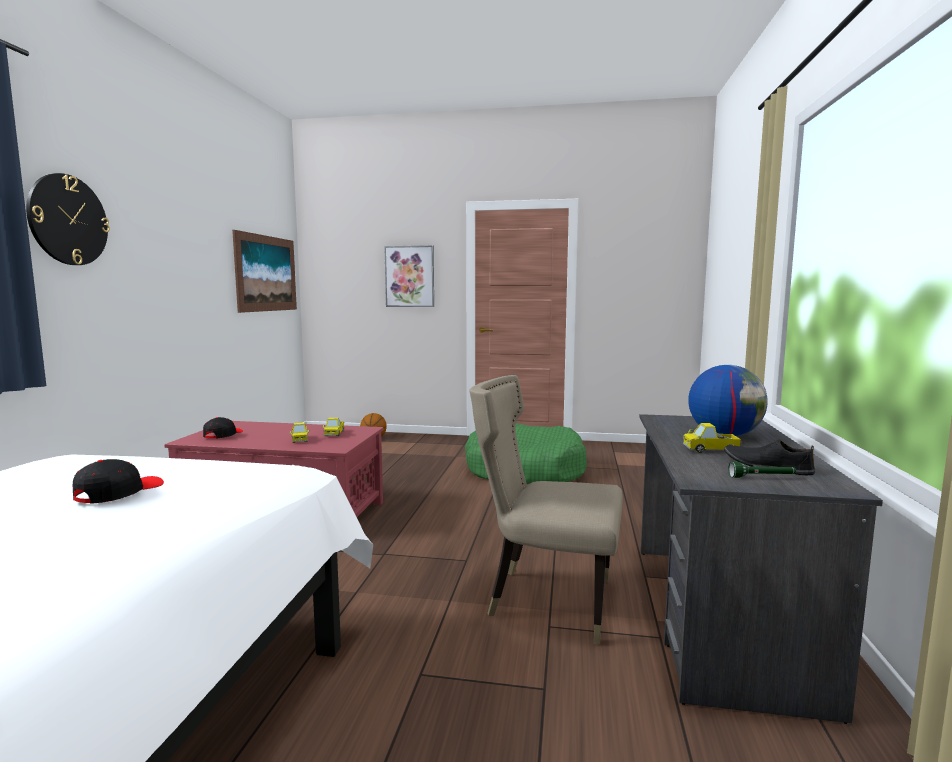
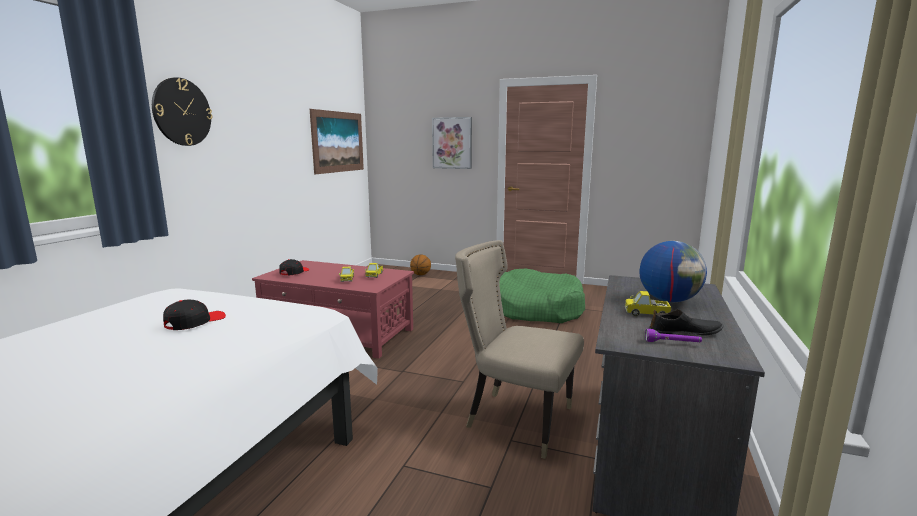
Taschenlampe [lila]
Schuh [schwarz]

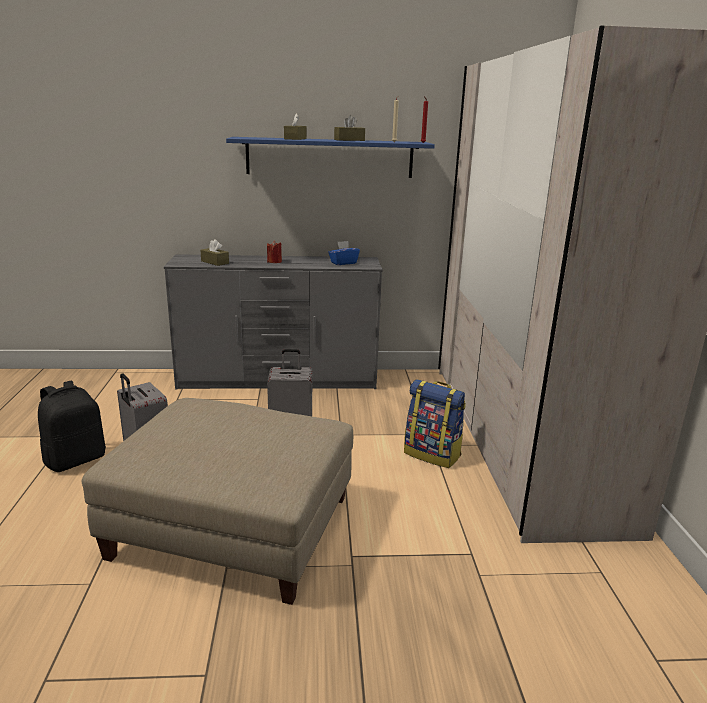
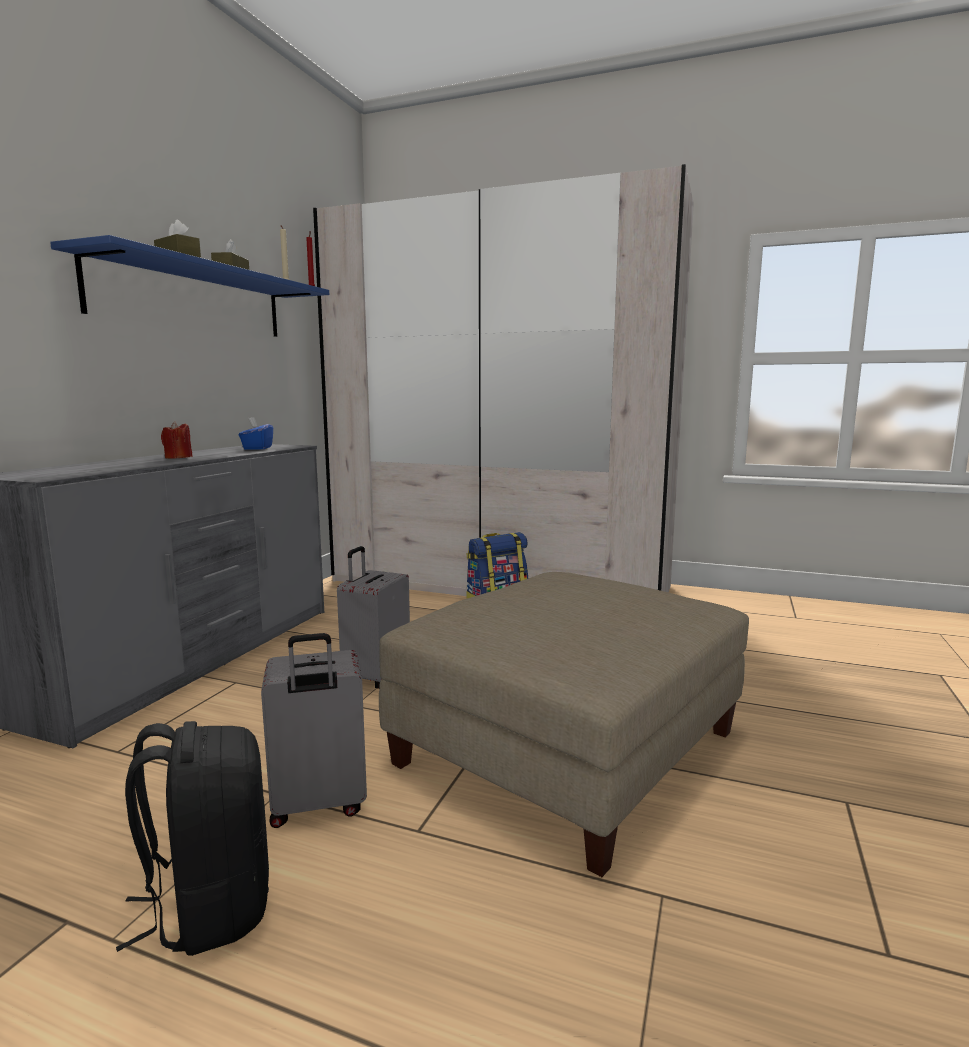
Taschentuchbox [braun] (no. 1 from left in the first image)

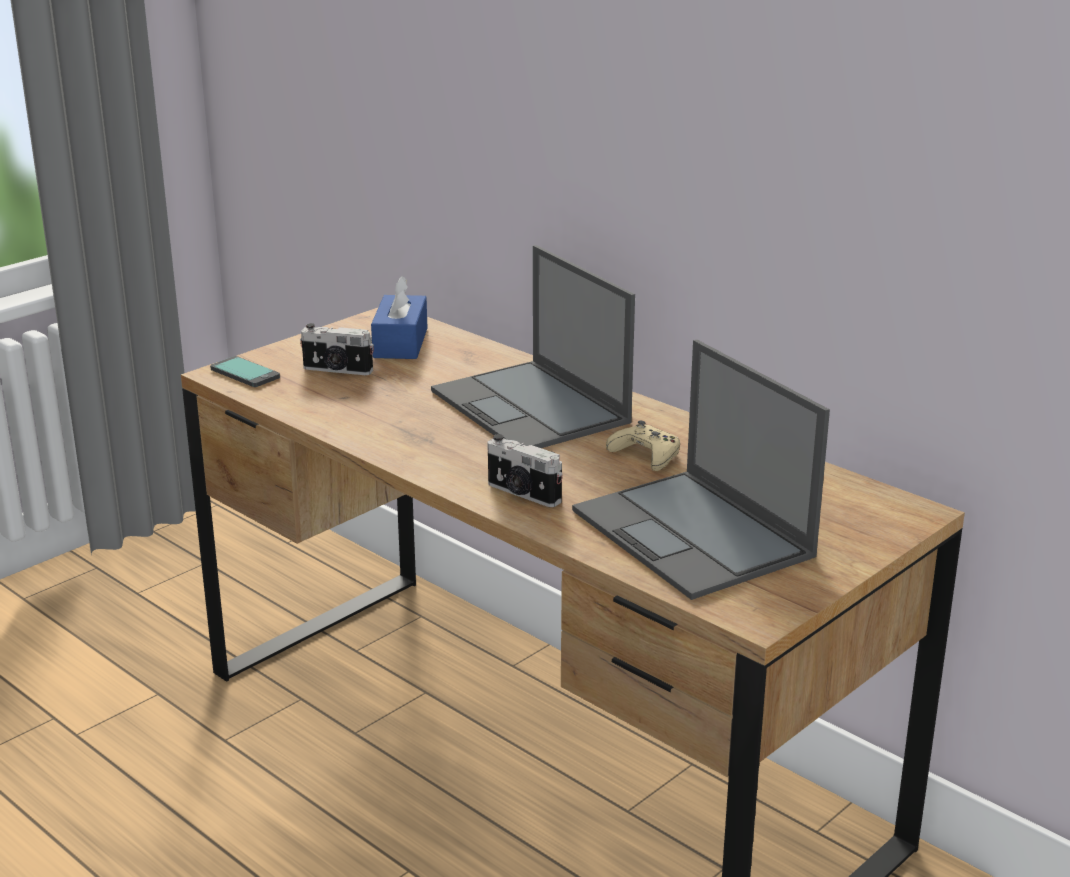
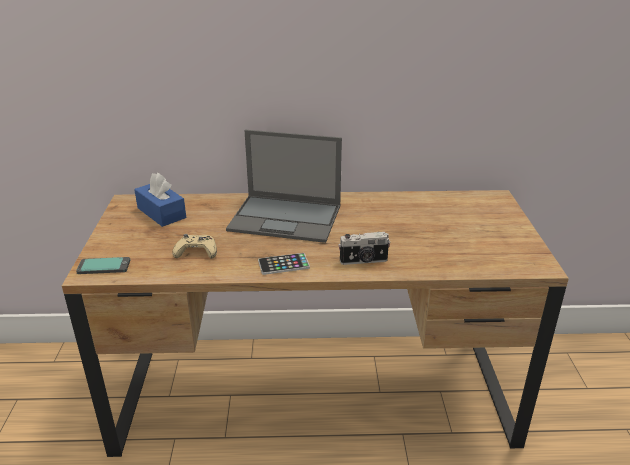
Gamepad [beige]
Handy (no. 2 from left)
Kamera (no. 1 from left in the first image)
Laptop (no. 2 from left in the first image)

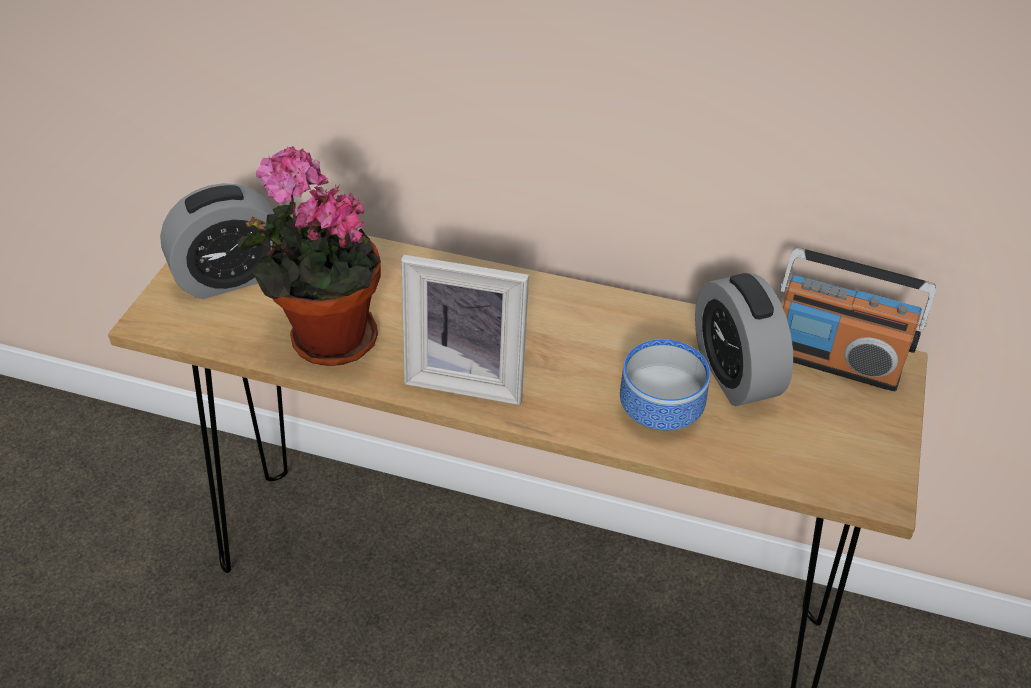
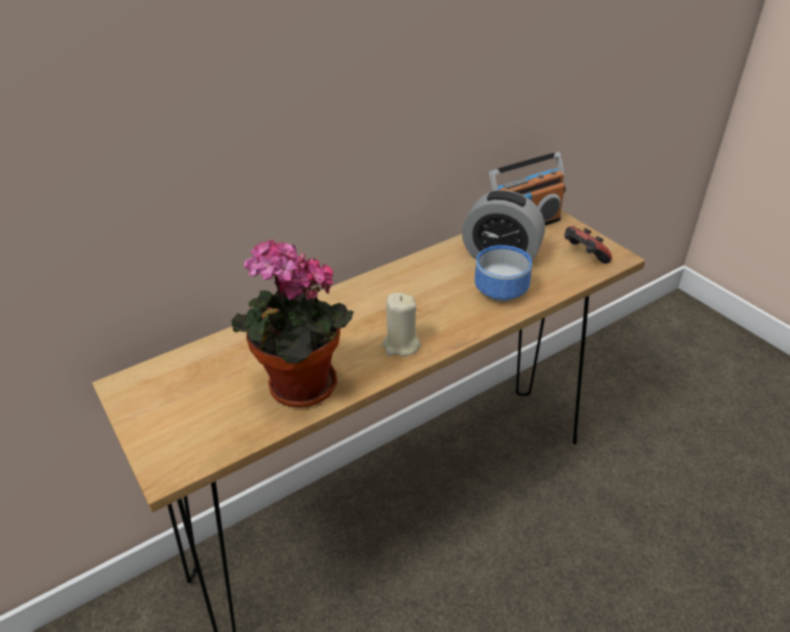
Kerze [beige]
Gamepad
Wecker (no. 1 from left in the first image)

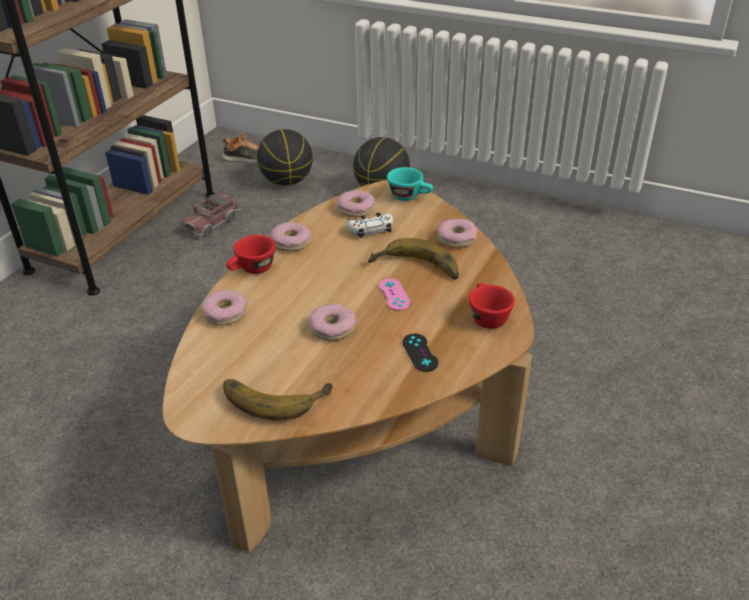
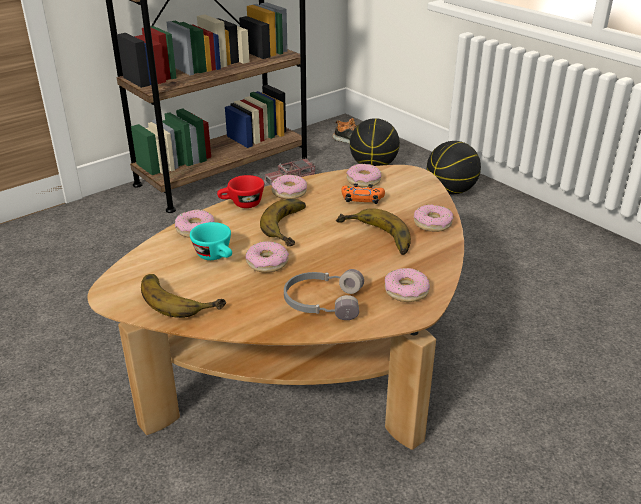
Tasse [türkis]
Banane (no. 2 from left)
Kopfhörer [grau]
Gamepad [orange]
Donut (no. 5 from left)
Gamepad [rosa]

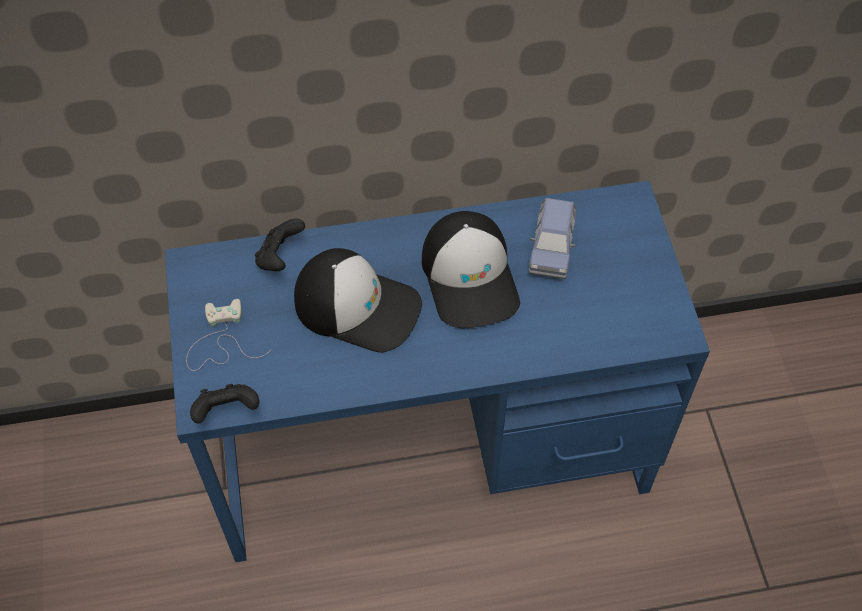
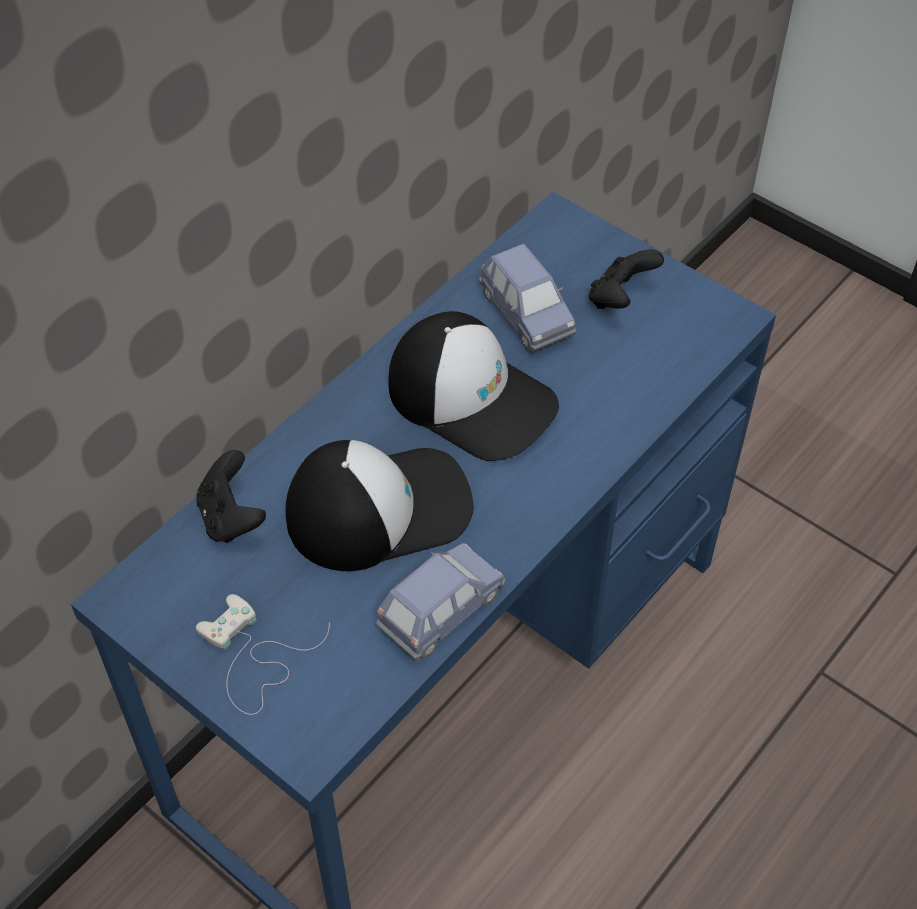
Spielzeugauto [blau] (no. 1 from left)
Gamepad [schwarz] (no. 2 from left)

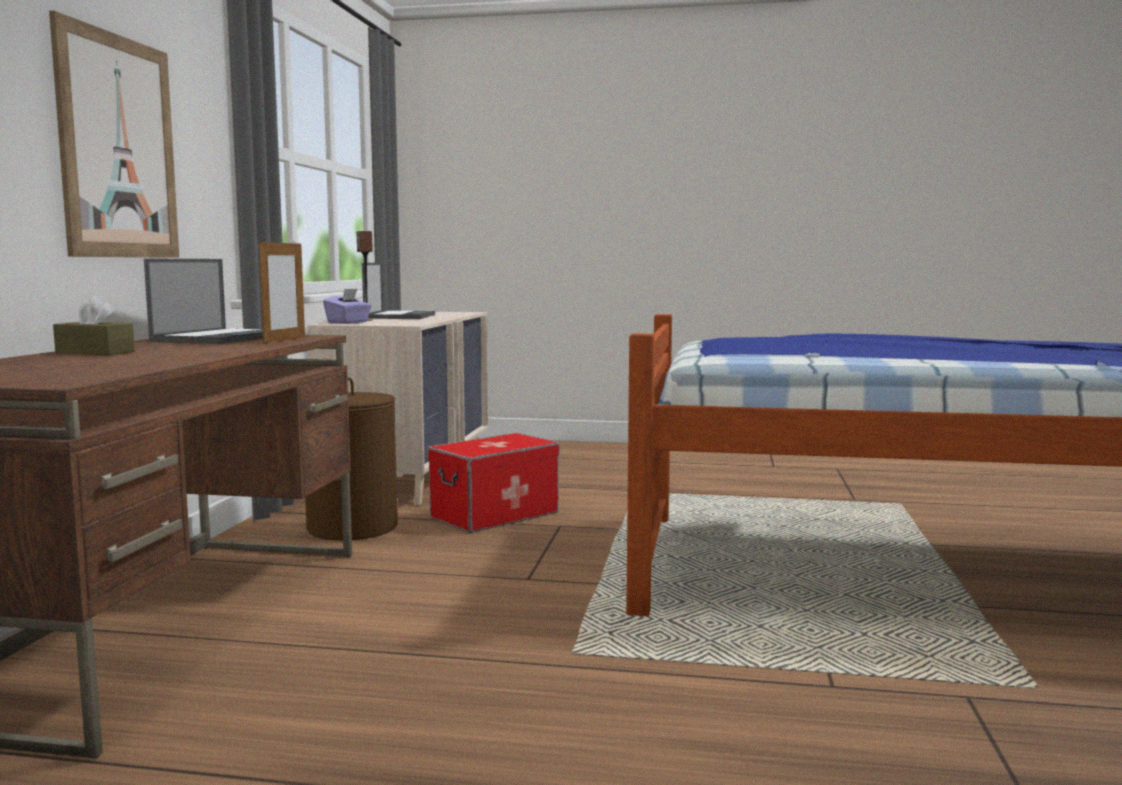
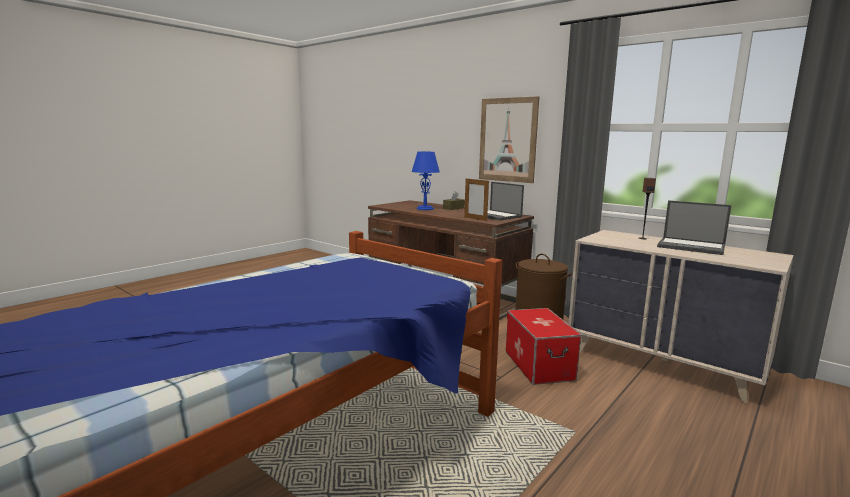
Tischlampe [blau]
Taschentuchbox [lila]

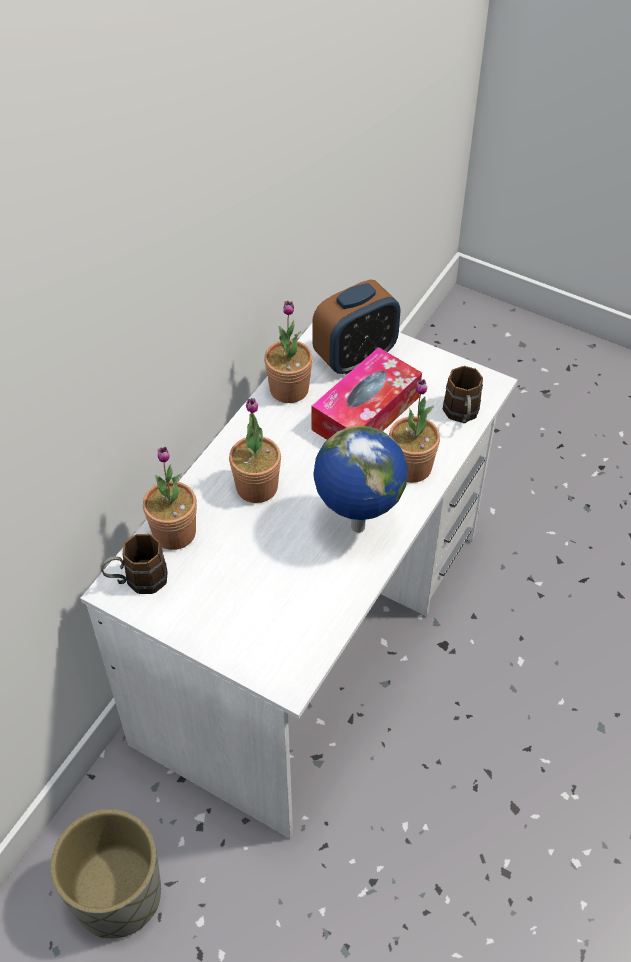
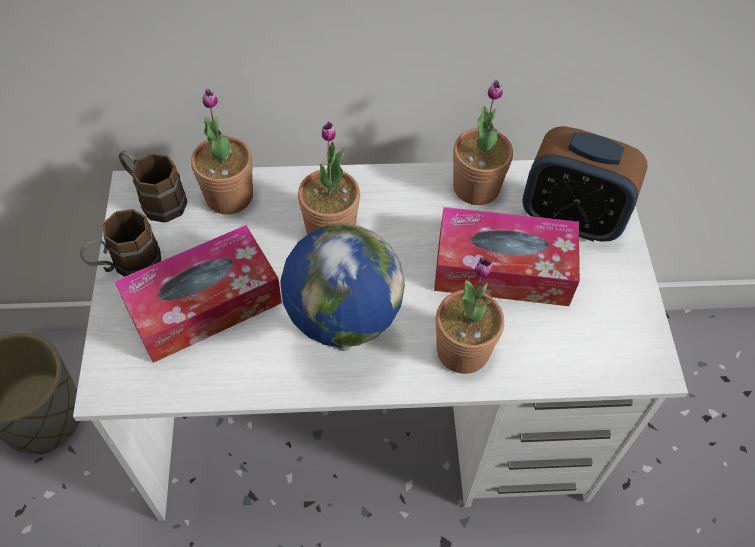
Henkelbecher [braun] (no. 1 from left)
Taschentuchbox (no. 1 from left)

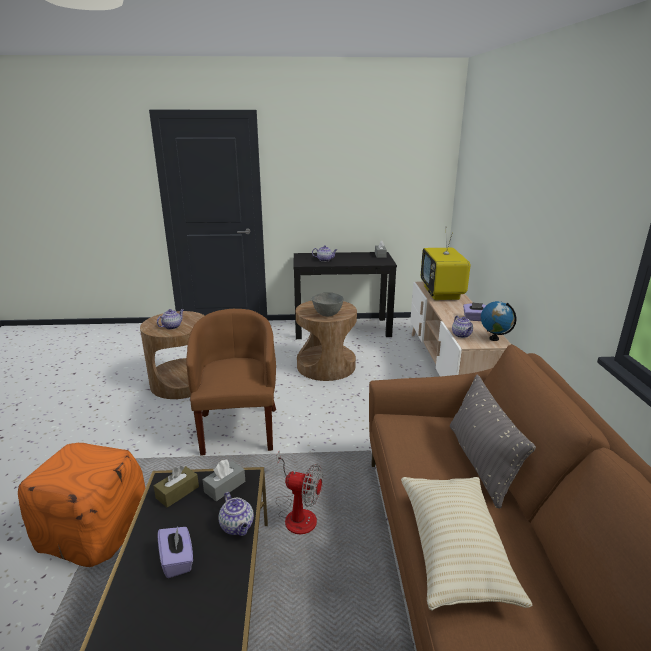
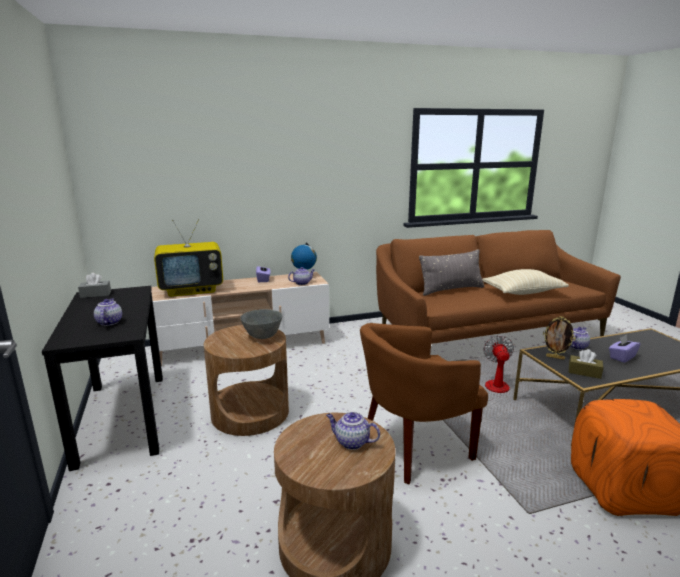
Bilderrahmen

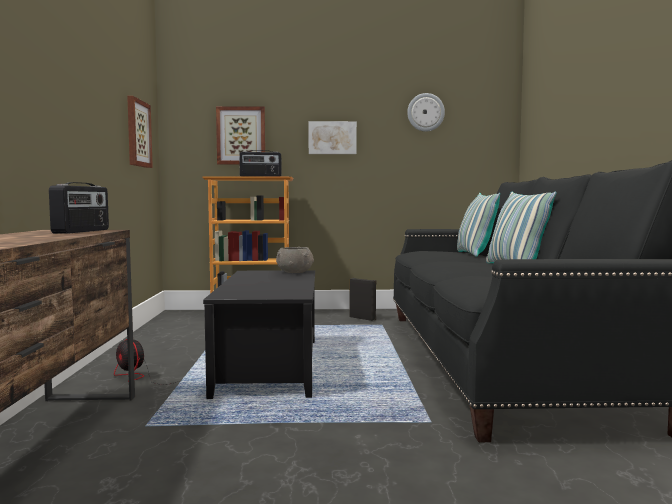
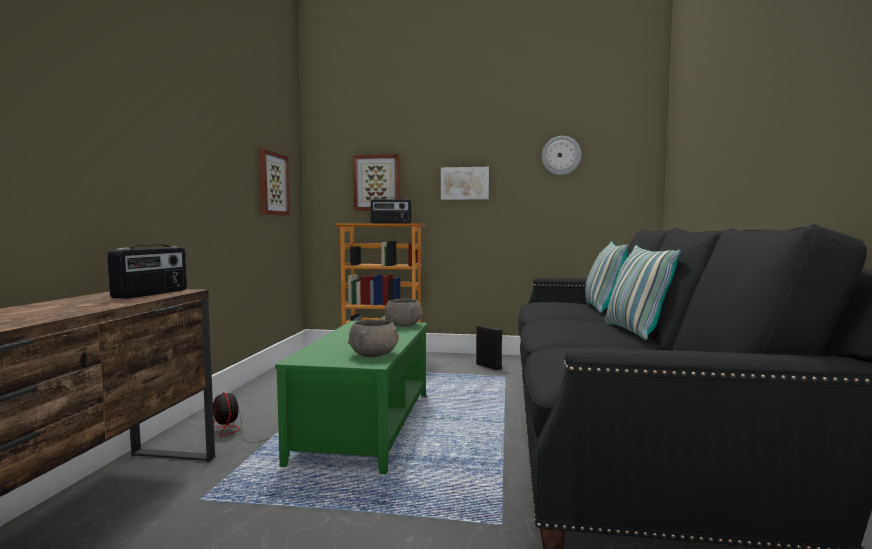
Couchtisch [grün]
Schüssel [grau] (no. 1 from left)

